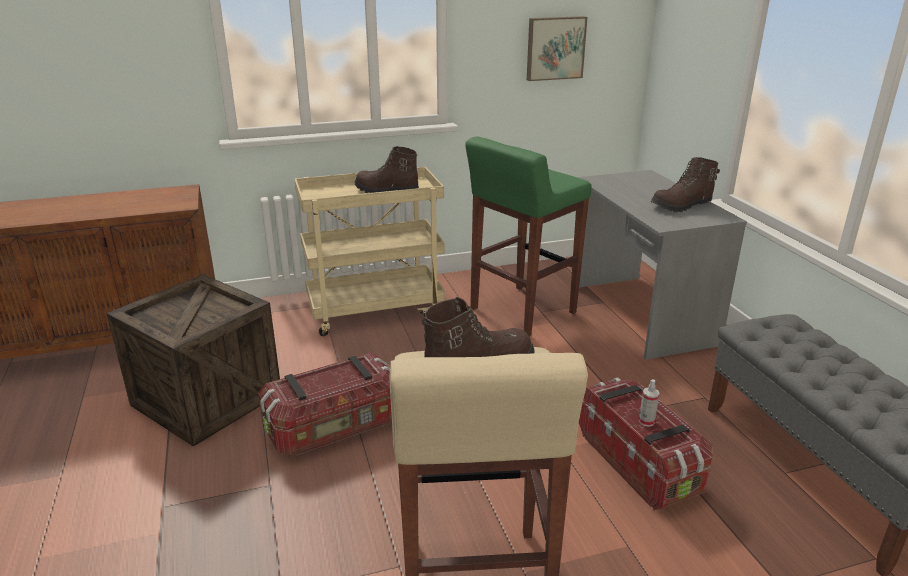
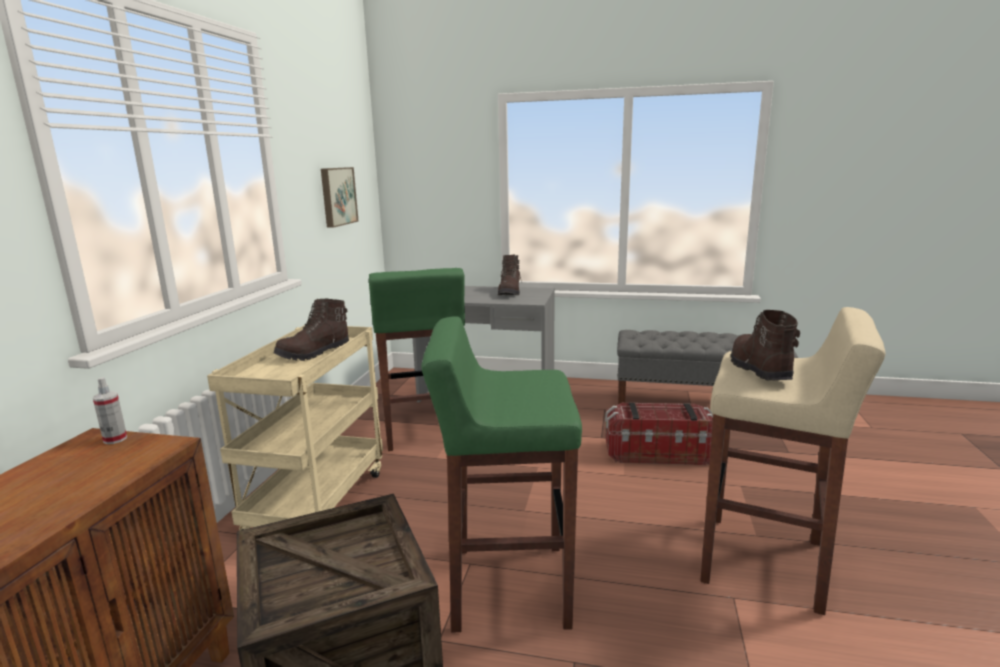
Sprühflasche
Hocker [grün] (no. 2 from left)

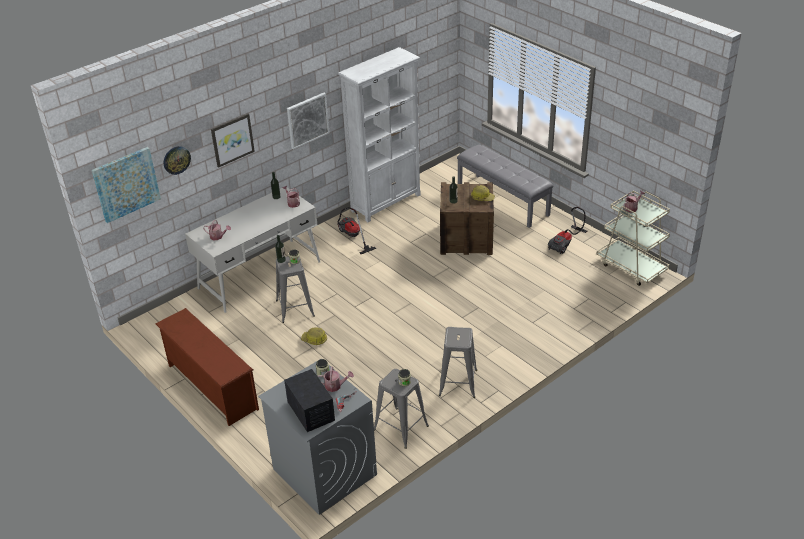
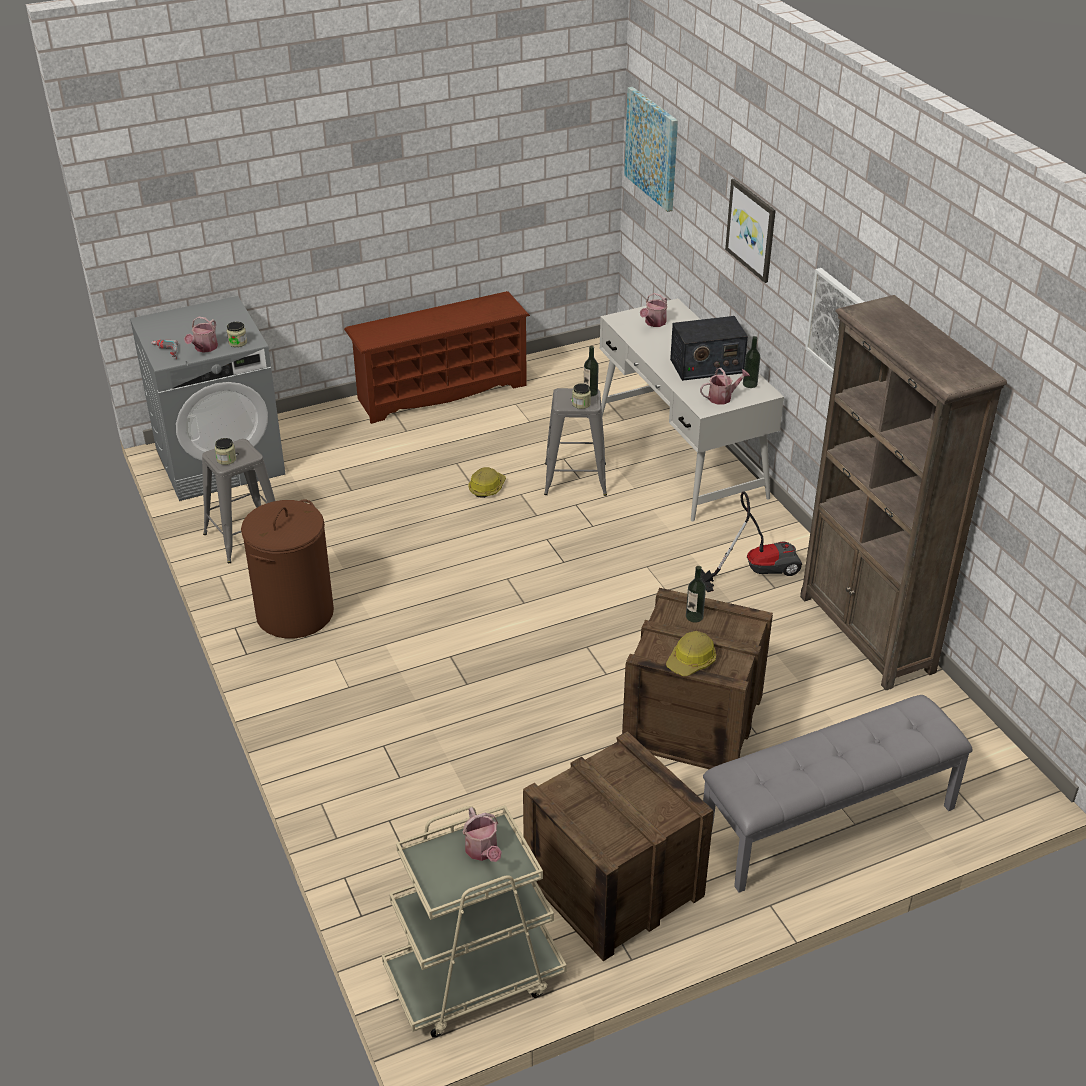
Wäschekorb [braun]
Kiste (no. 1 from left)
Radio
Bücherregal [braun]
Wanduhr

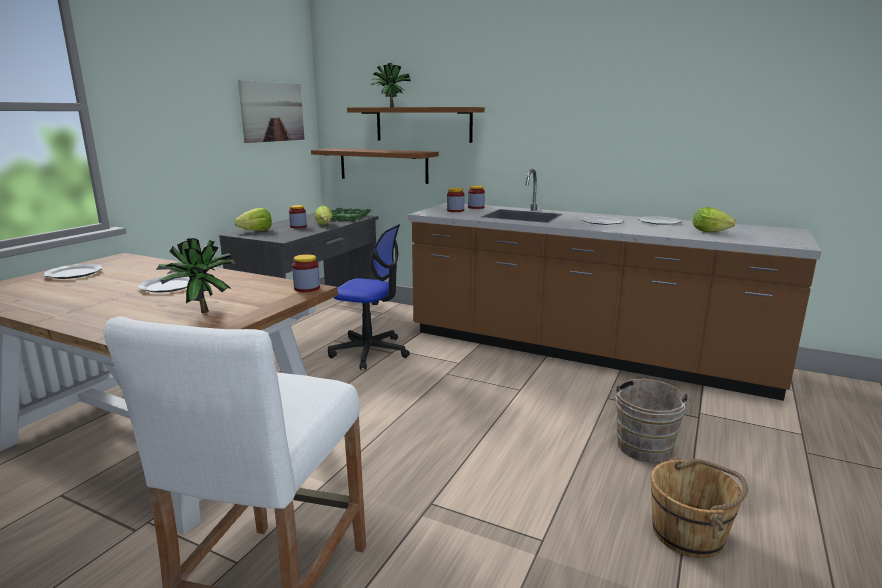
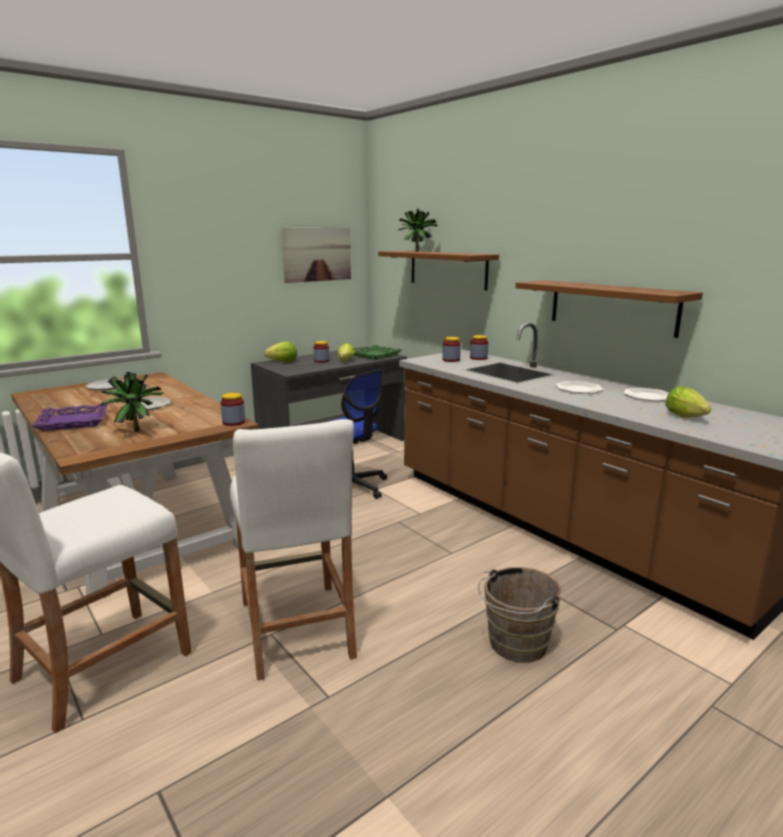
Tablett [lila]
Hocker [weiß] (no. 2 from left)
Wandregal [braun] (no. 2 from left)
Eimer [braun] (no. 2 from left in the first image)

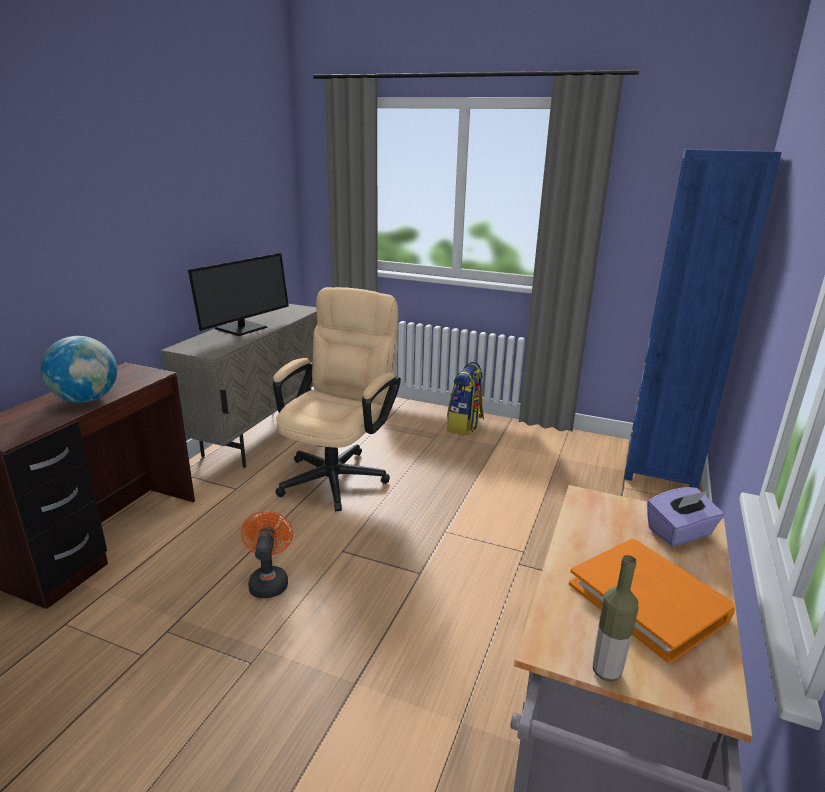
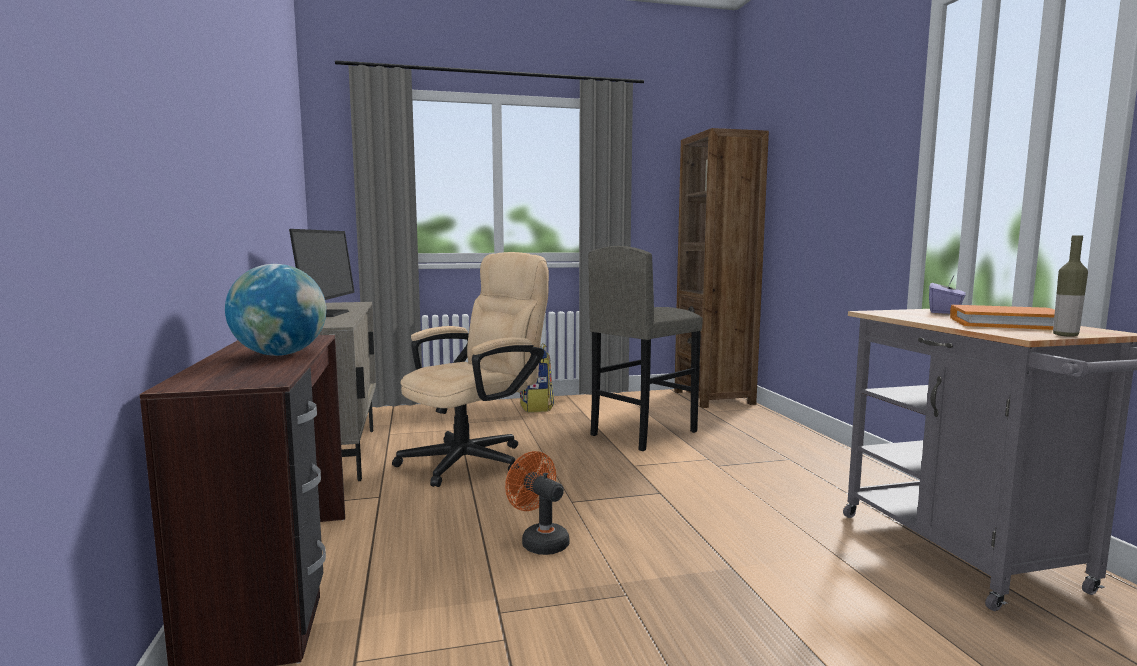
Bürostuhl [beige]
Hocker [grau]
Bücherregal [braun]

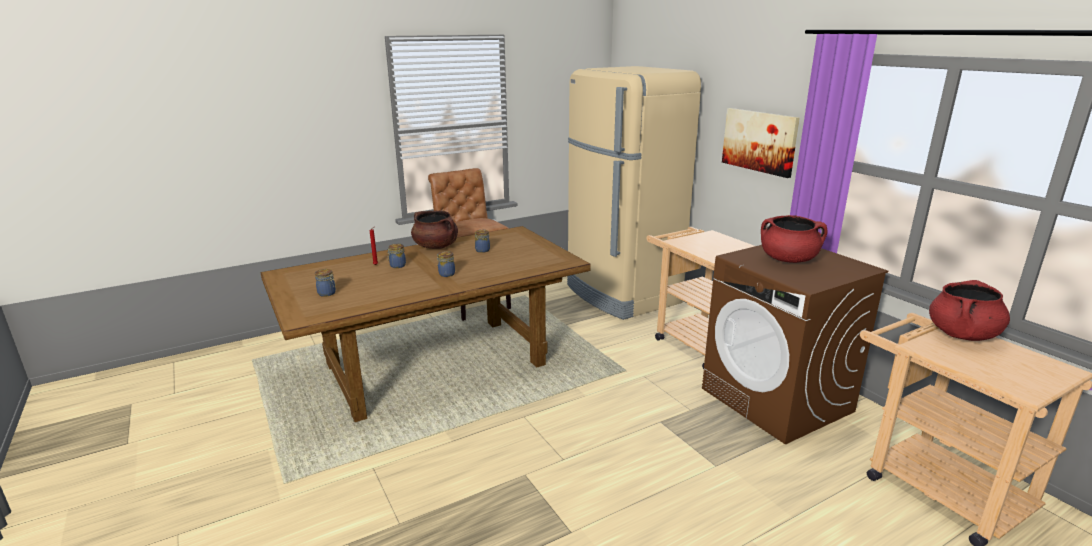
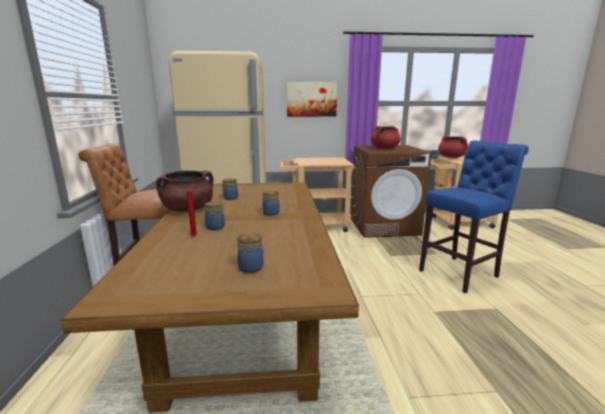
Hocker [blau]

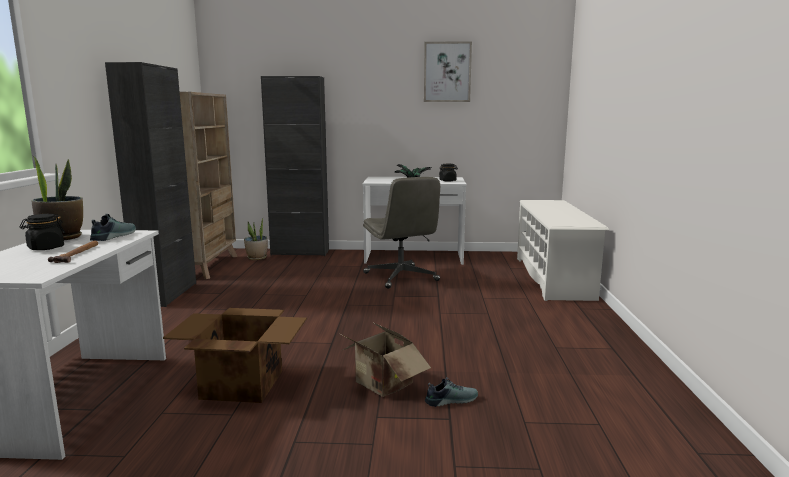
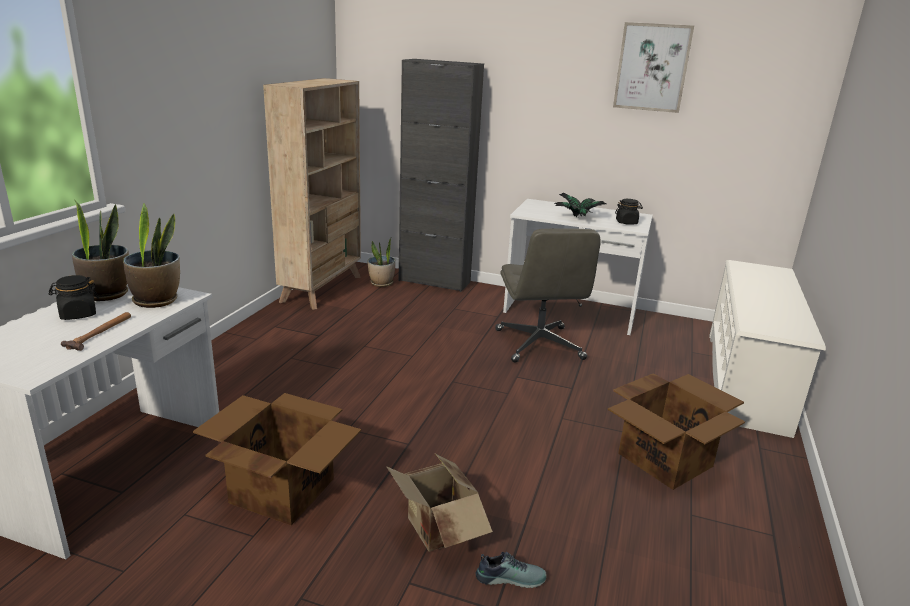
Topfpflanze (no. 2 from left)
Karton (no. 3 from left)
Schrank [schwarz] (no. 1 from left in the first image)

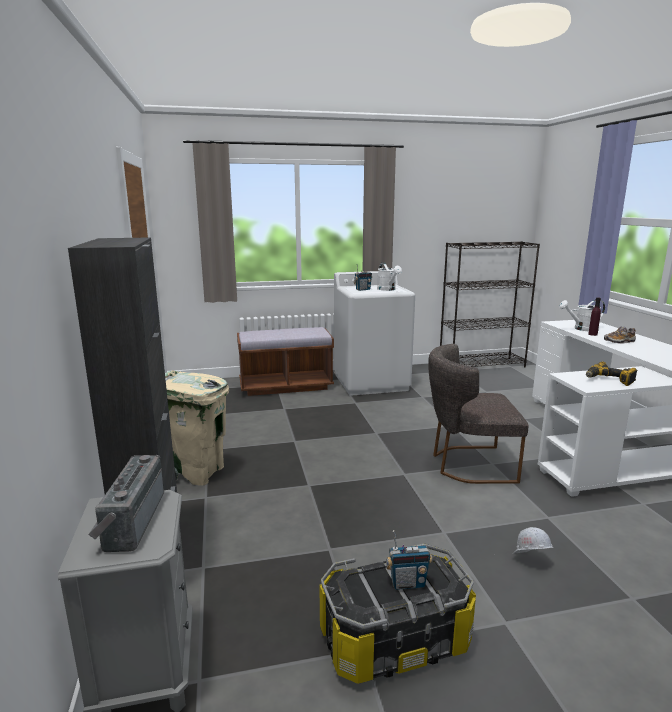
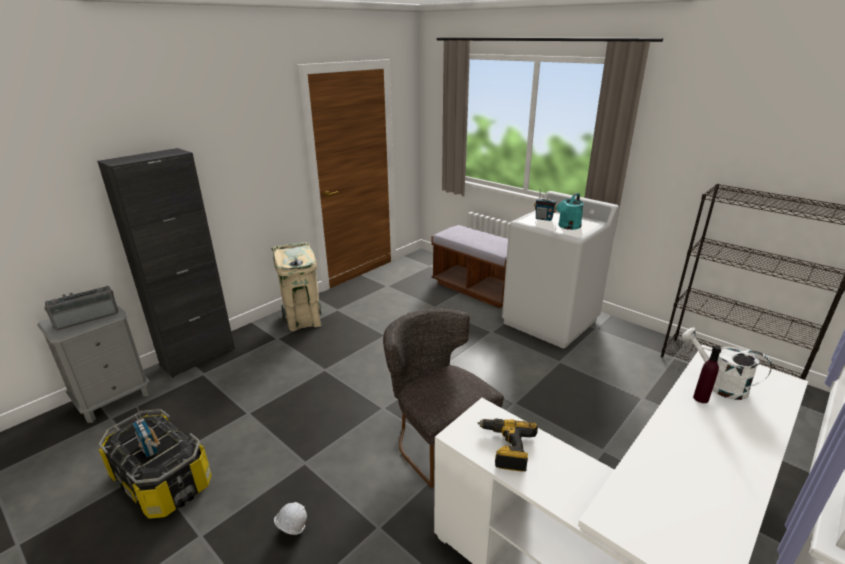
Gießkanne [türkis]
Schuh

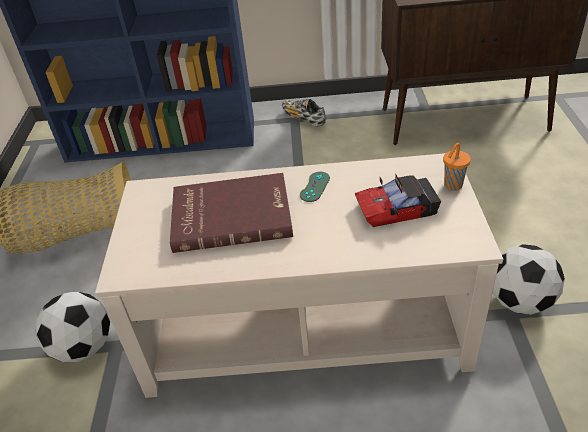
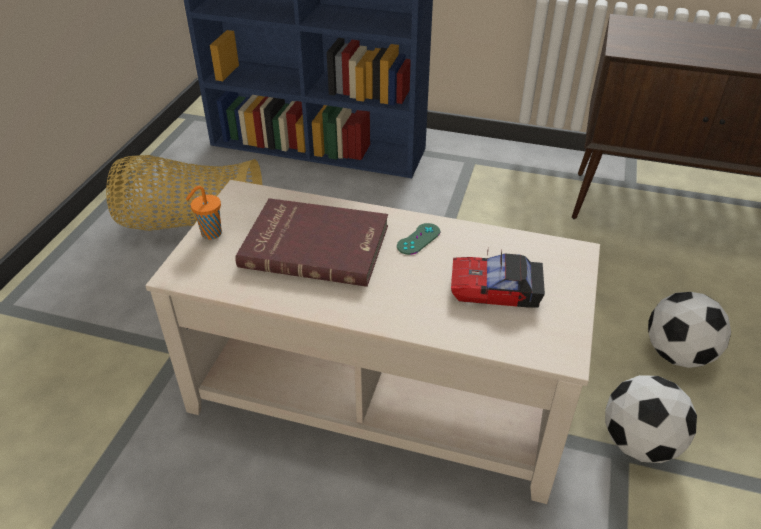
Tasse [orange]
Fußball (no. 2 from left)
Schuh

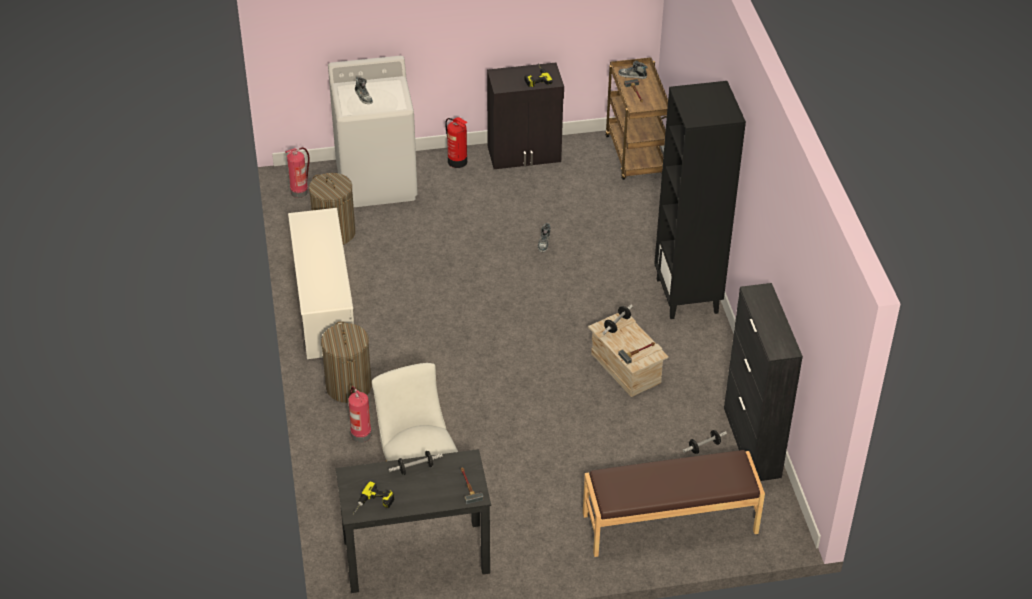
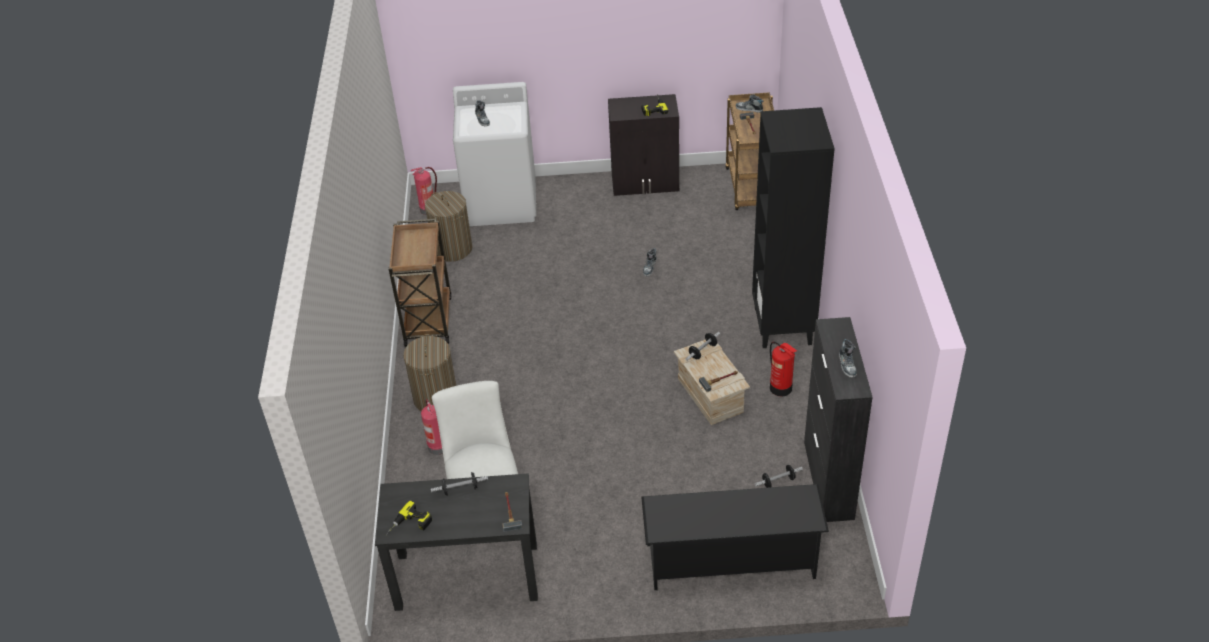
Rollwagen [braun] (no. 1 from left)
Schuhregal [schwarz]
Feuerlöscher (no. 3 from left)
Schuh (no. 4 from left)

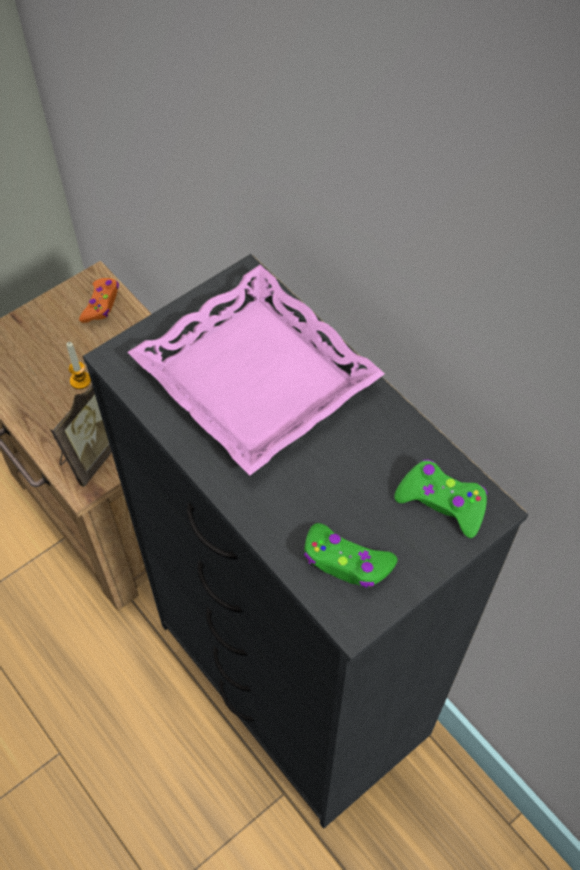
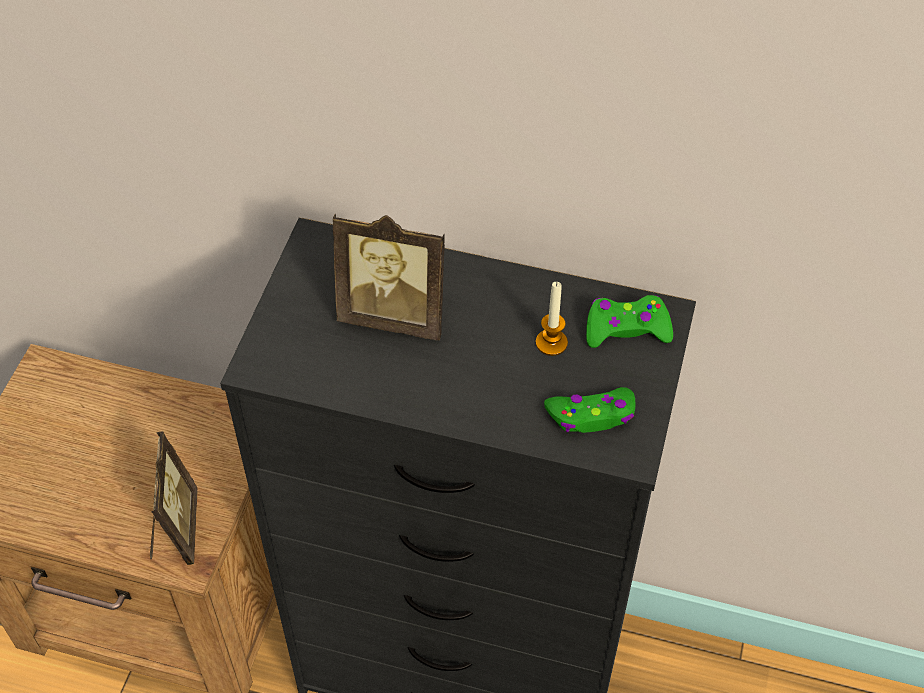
Bilderrahmen (no. 2 from left)
Kerze
Gamepad [orange]

